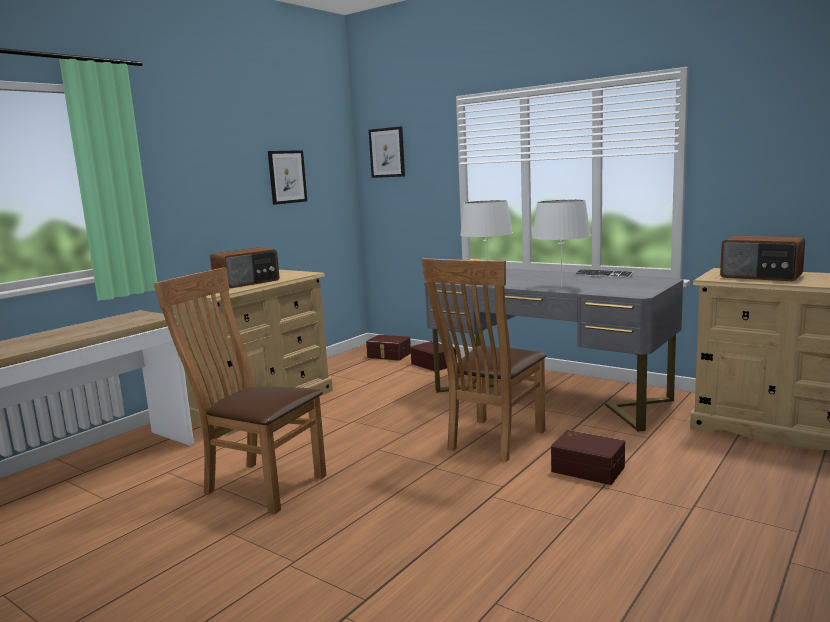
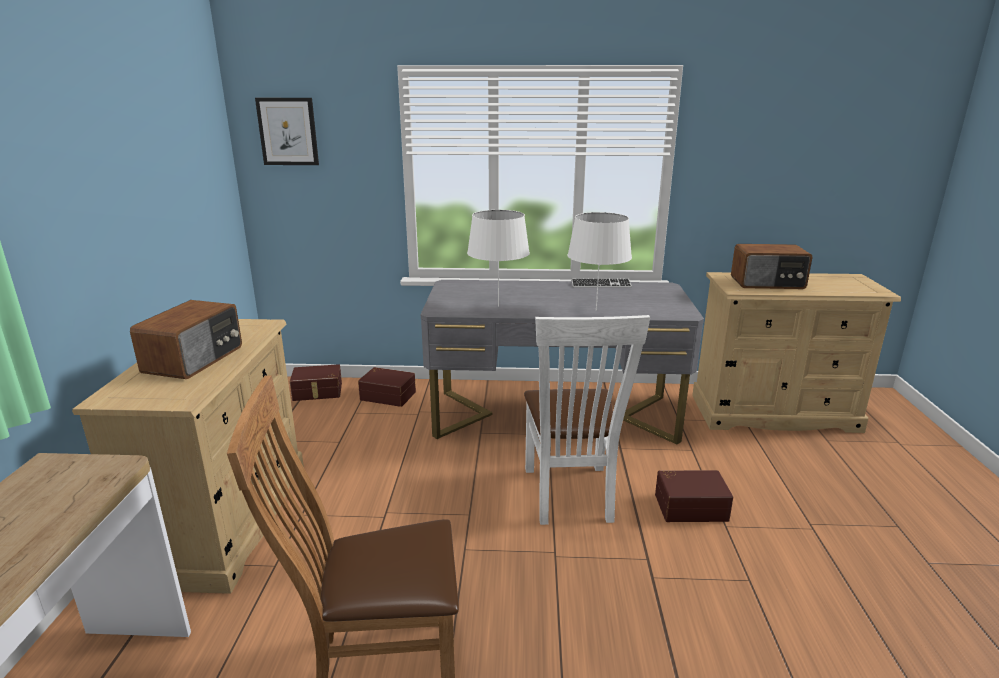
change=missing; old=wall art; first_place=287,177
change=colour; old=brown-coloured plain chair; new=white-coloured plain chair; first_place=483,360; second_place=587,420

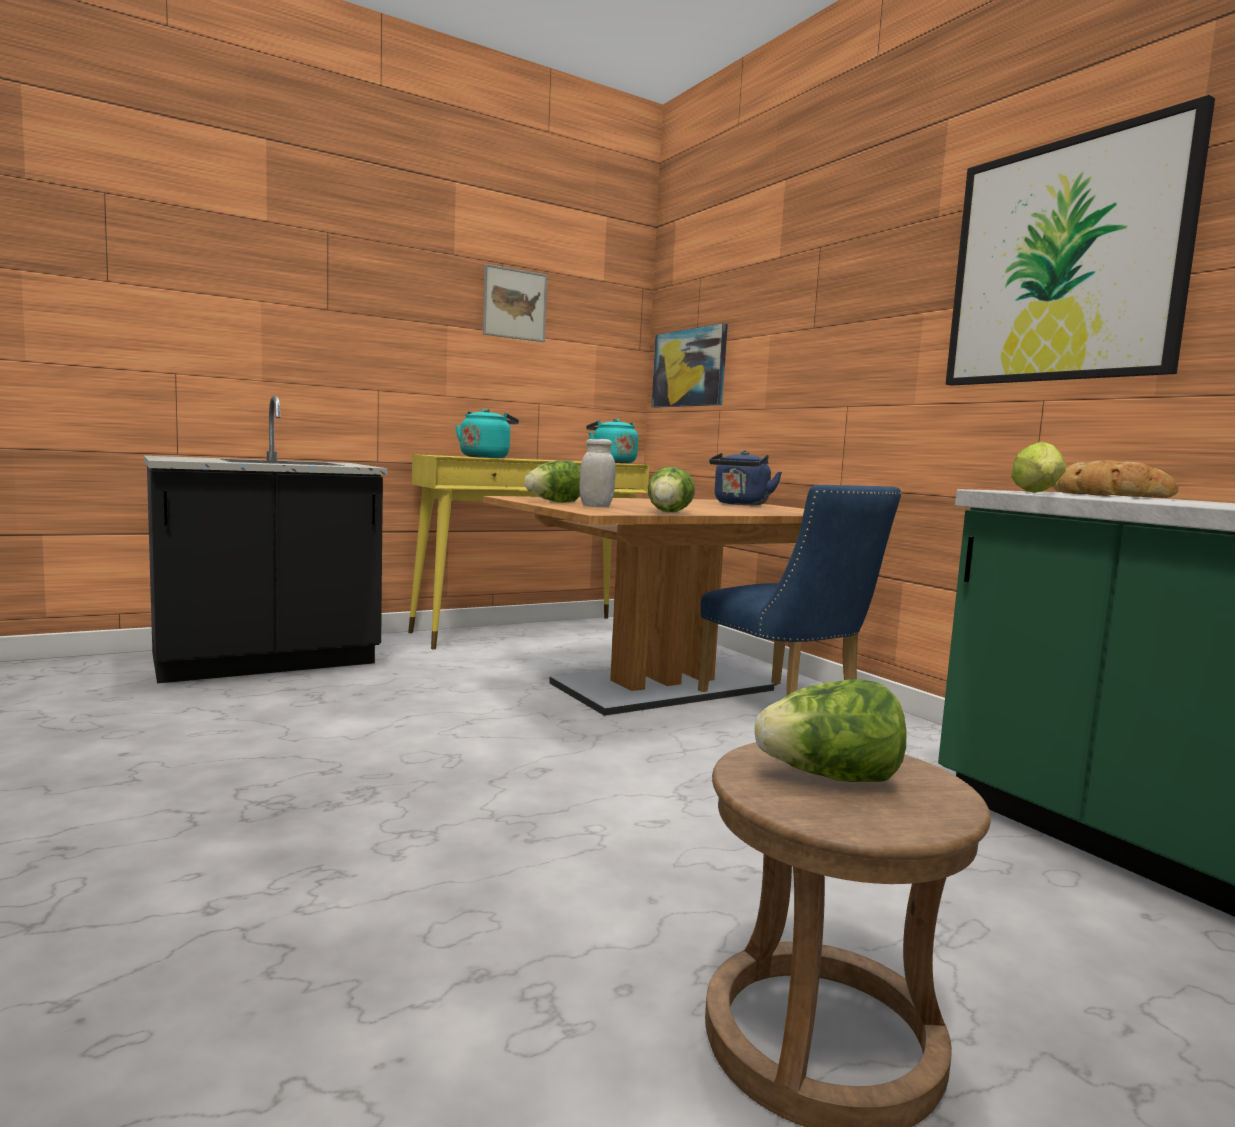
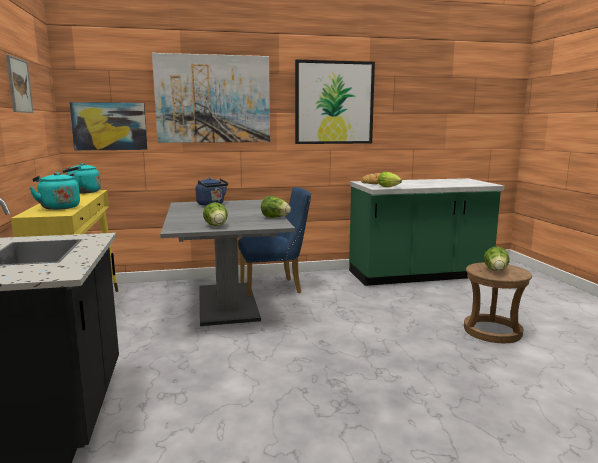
change=missing; old=white-coloured storage jar; first_place=597,473
change=appeared; new=wall art; second_place=211,98
change=colour; old=brown-coloured kitchen table; new=gray kitchen table; first_place=643,606; second_place=227,263

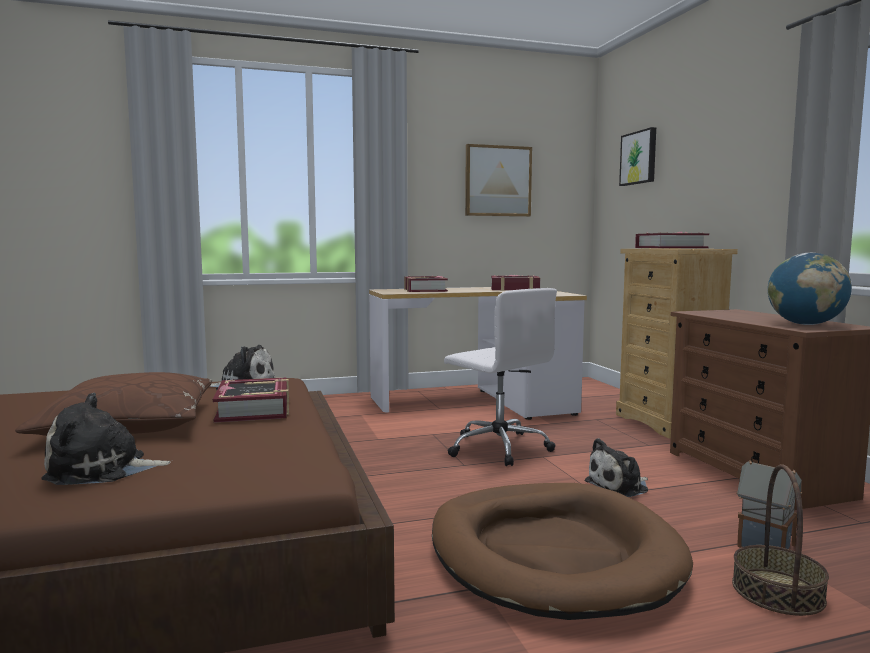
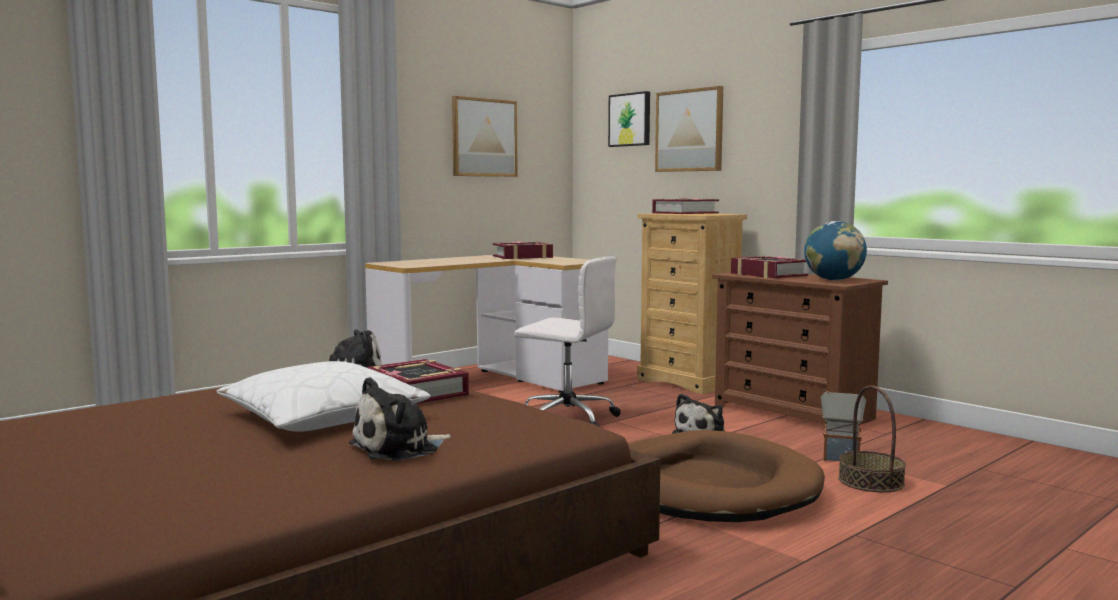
change=appeared; new=wall art; second_place=689,129
change=relocated; old=book; first_place=426,284; second_place=769,267
change=colour; old=brown-coloured cushion; new=white-coloured cushion; first_place=113,404; second_place=324,396

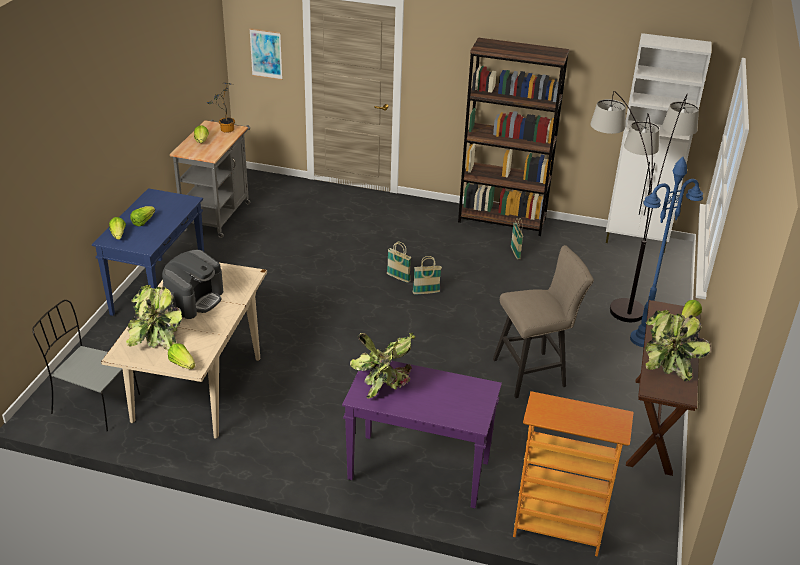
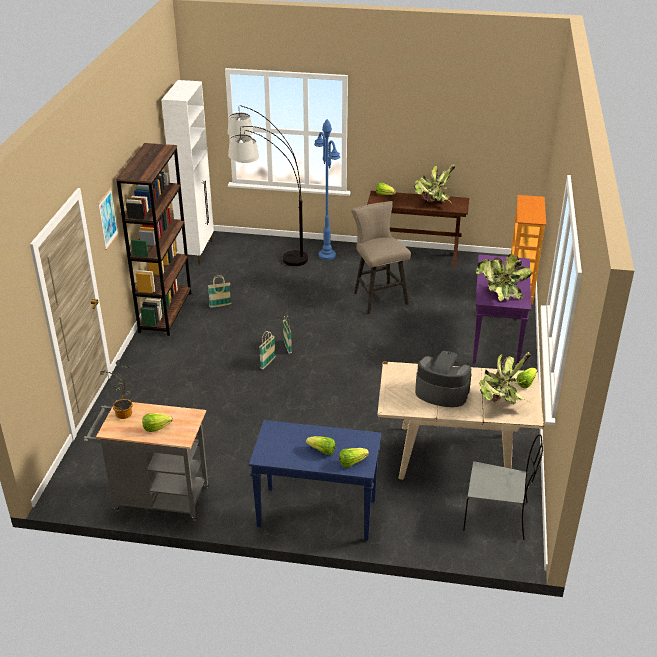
change=relocated; old=wall art; first_place=266,54; second_place=108,219
change=spun; old=gray plain chair; first_place=86,366; second_place=503,487; degrees=-90

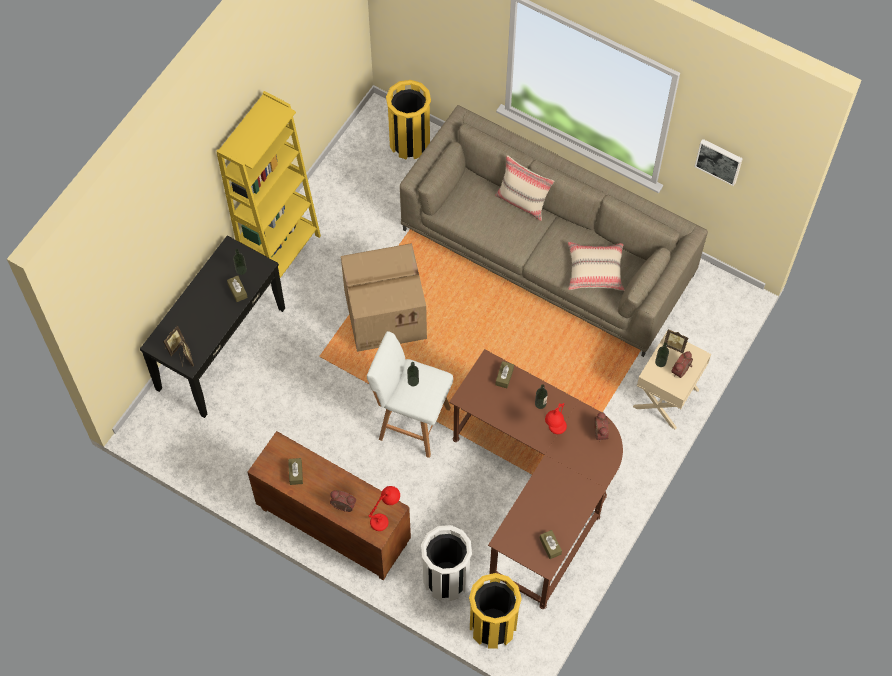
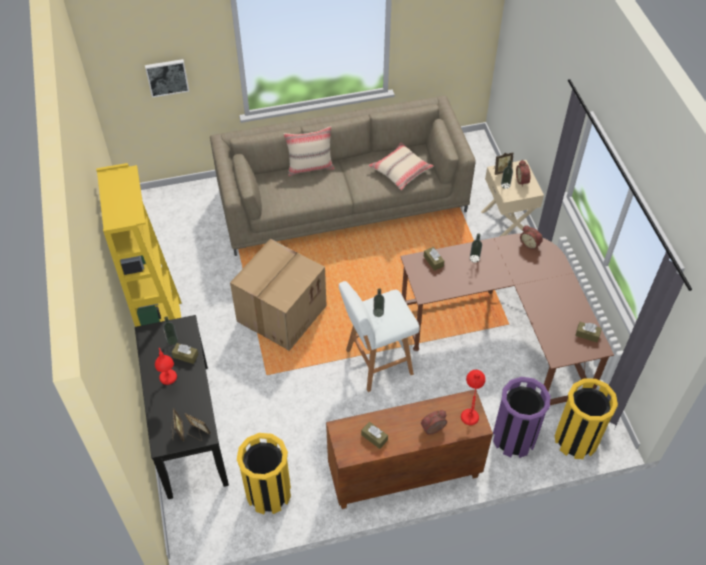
change=relocated; old=yellowish trash can; first_place=408,120; second_place=264,473
change=relocated; old=red table lamp; first_place=556,418; second_place=166,366
change=relocated; old=wall art; first_place=719,162; second_place=167,78
change=colour; old=white-coloured trash can; new=purple trash can; first_place=446,563; second_place=521,417

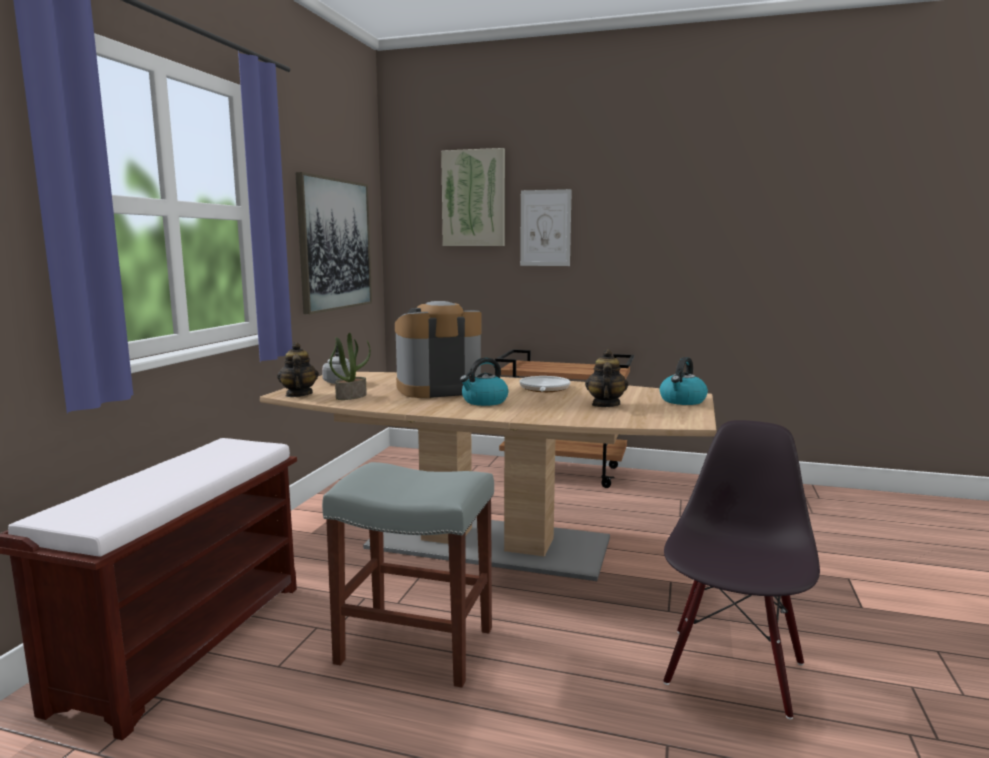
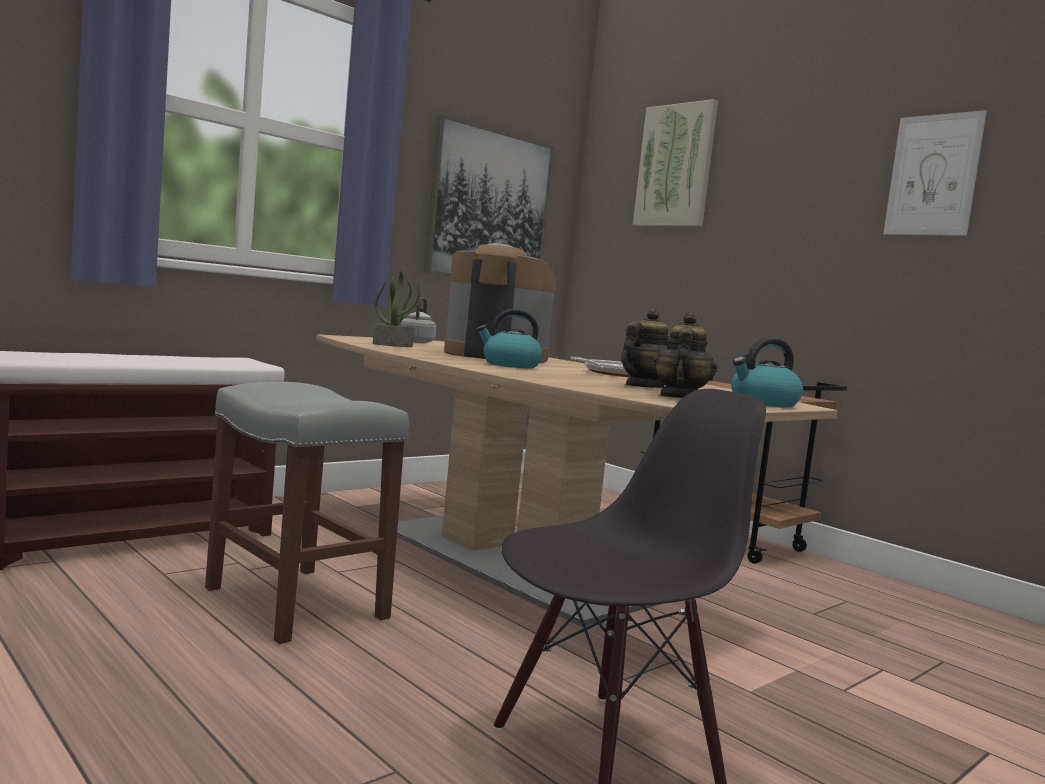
change=relocated; old=tea pot; first_place=298,369; second_place=684,355
change=relocated; old=wall art; first_place=546,227; second_place=935,173

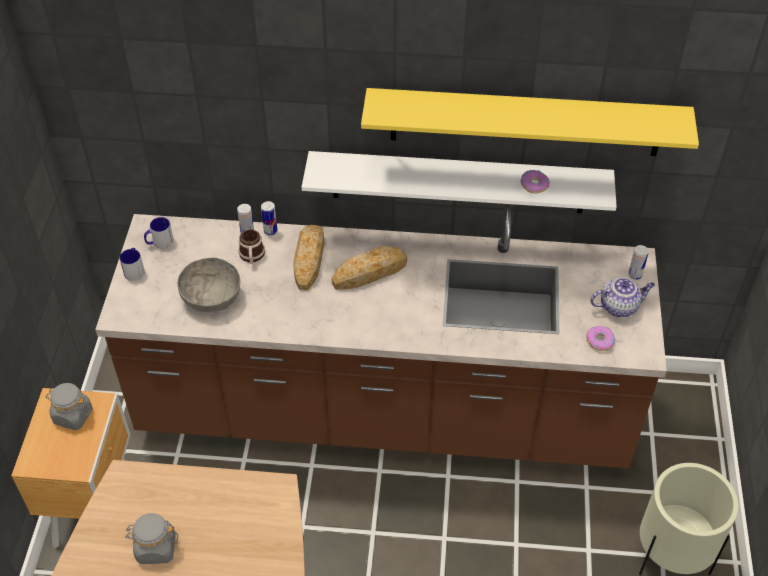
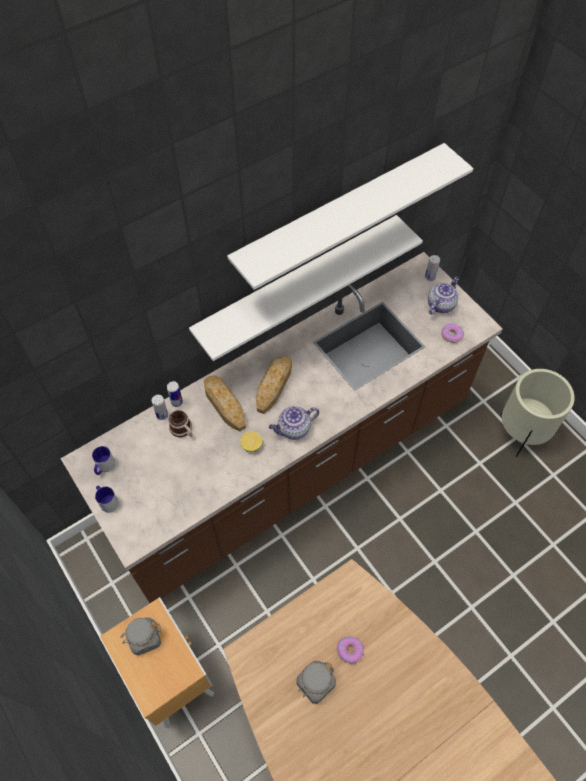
change=missing; old=gray serving bowl; first_place=208,285
change=appeared; new=citrus fruit; second_place=251,441
change=appeared; new=tea pot; second_place=294,423
change=relocated; old=doughnut; first_place=535,181; second_place=350,650
change=colour; old=yellowish bracket shelf; new=white-coloured bracket shelf; first_place=530,122; second_place=350,216

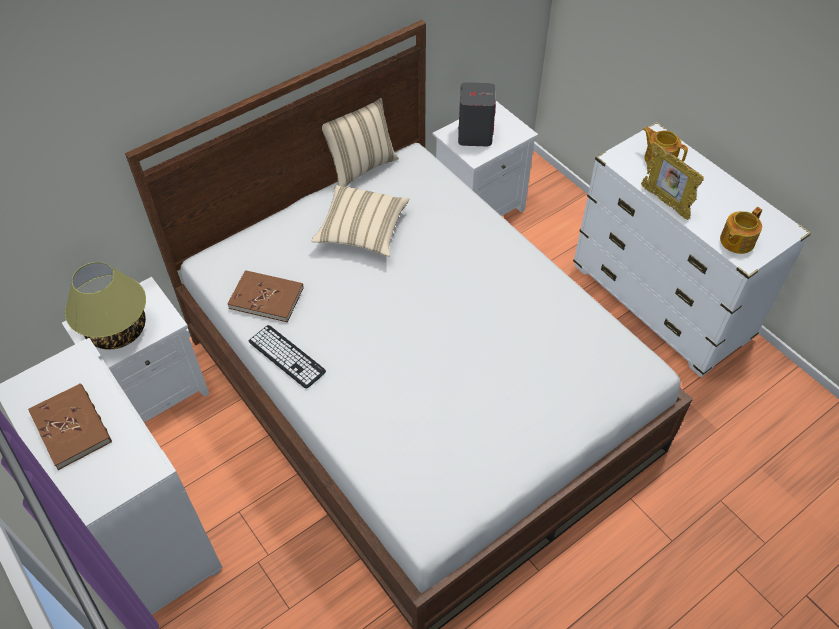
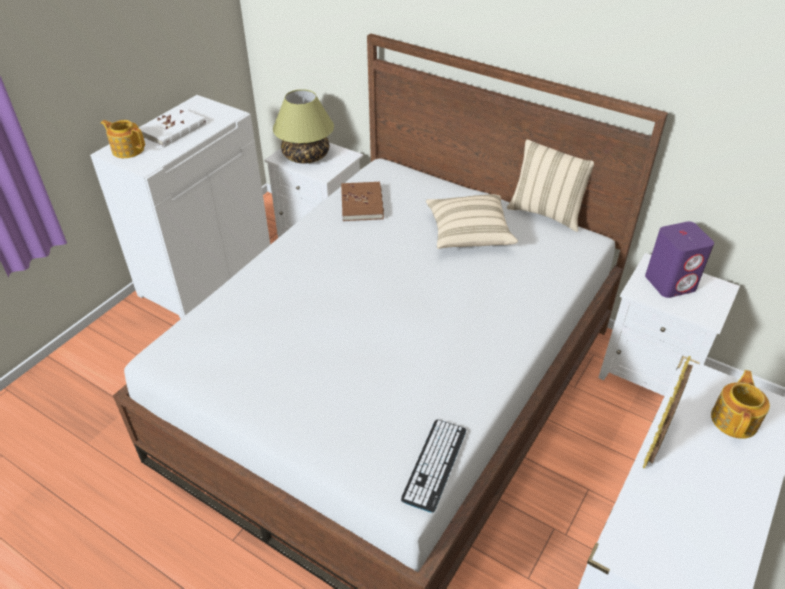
change=relocated; old=keyboard; first_place=287,357; second_place=433,466
change=relocated; old=tea pot; first_place=741,230; second_place=123,139
change=colour; old=brown-coloured book; new=white-coloured book; first_place=70,426; second_place=172,127
change=colour; old=gray loudspeaker; new=purple loudspeaker; first_place=477,114; second_place=679,259

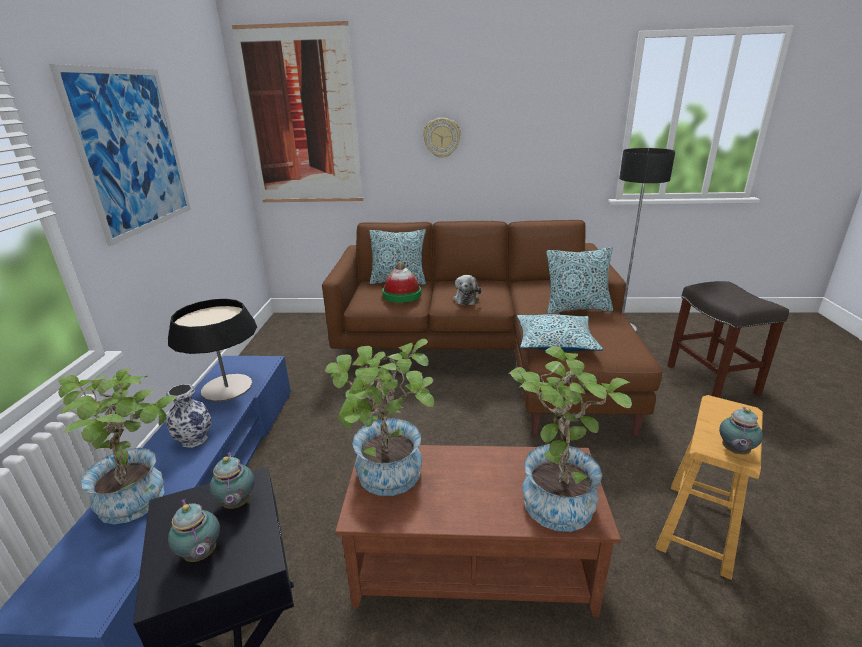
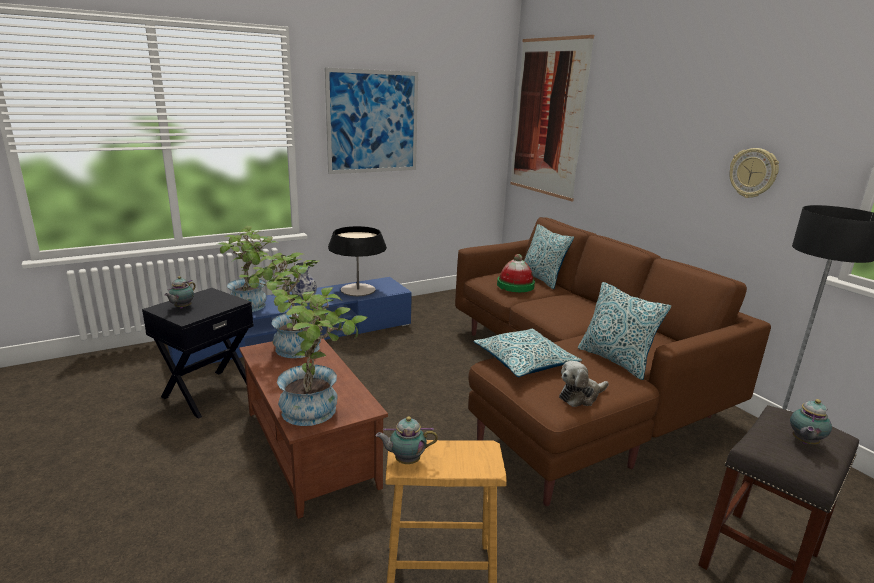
change=relocated; old=tea pot; first_place=232,480; second_place=811,421
change=relocated; old=wall clock; first_place=442,138; second_place=754,173
change=relocated; old=cuddly toy; first_place=467,290; second_place=584,384

